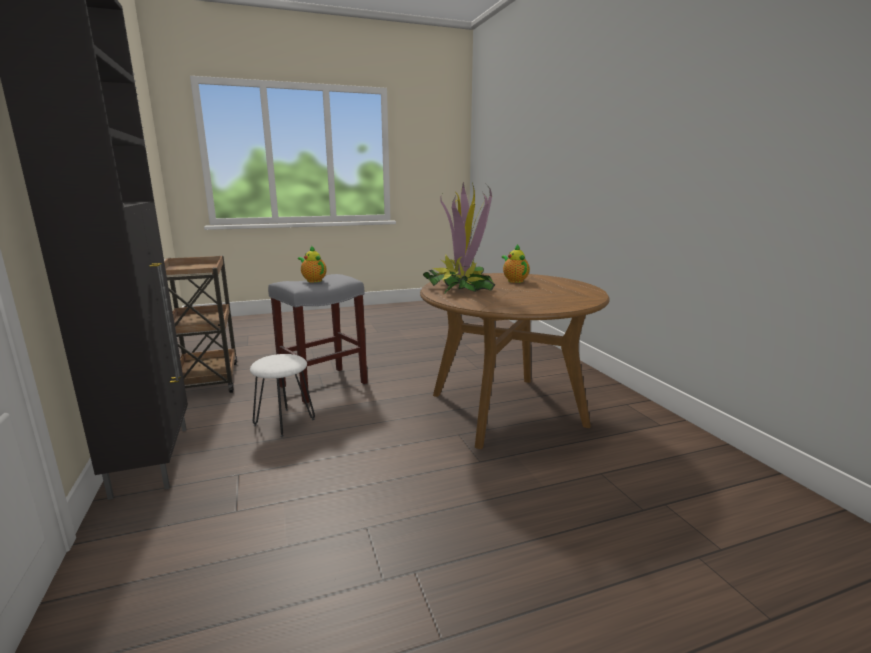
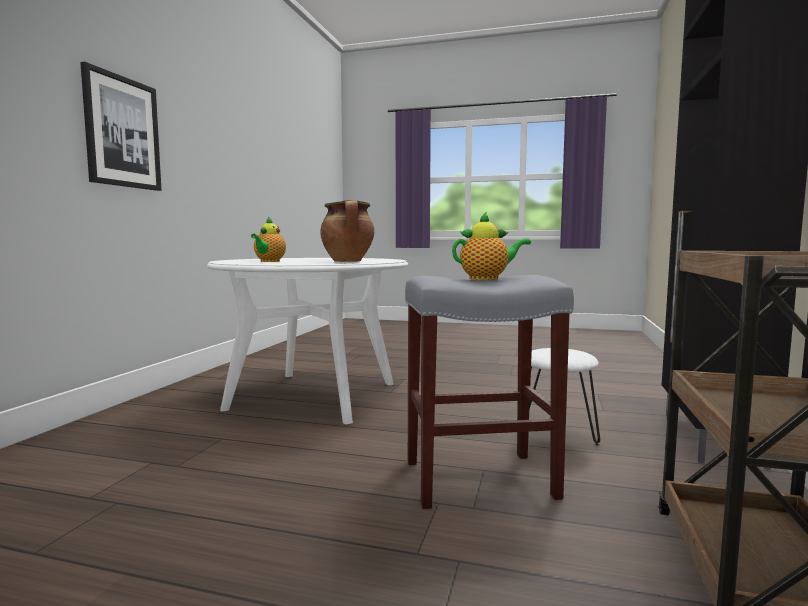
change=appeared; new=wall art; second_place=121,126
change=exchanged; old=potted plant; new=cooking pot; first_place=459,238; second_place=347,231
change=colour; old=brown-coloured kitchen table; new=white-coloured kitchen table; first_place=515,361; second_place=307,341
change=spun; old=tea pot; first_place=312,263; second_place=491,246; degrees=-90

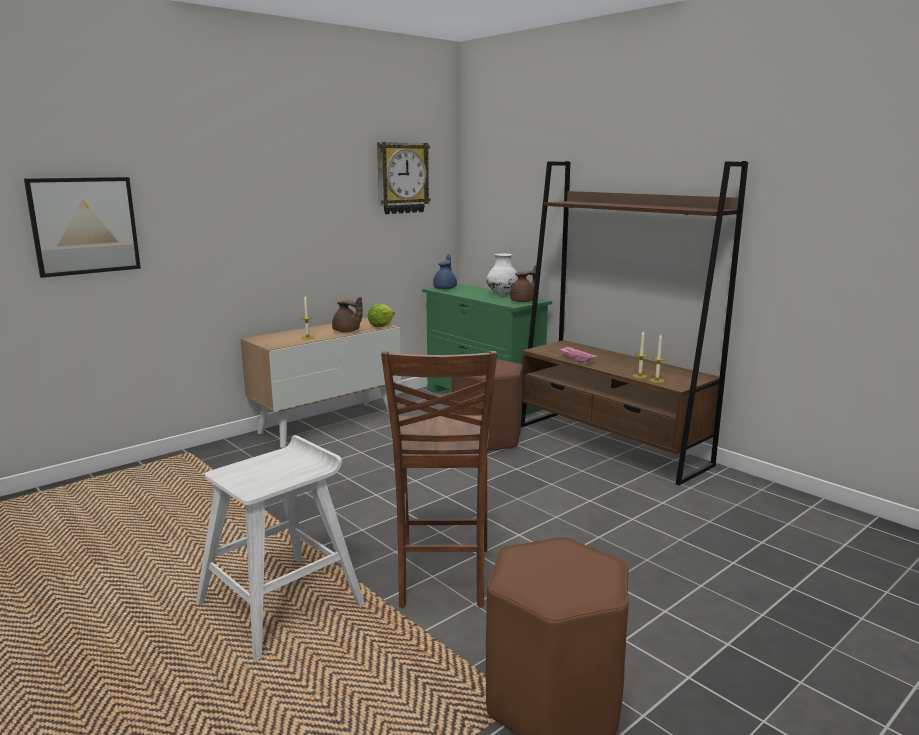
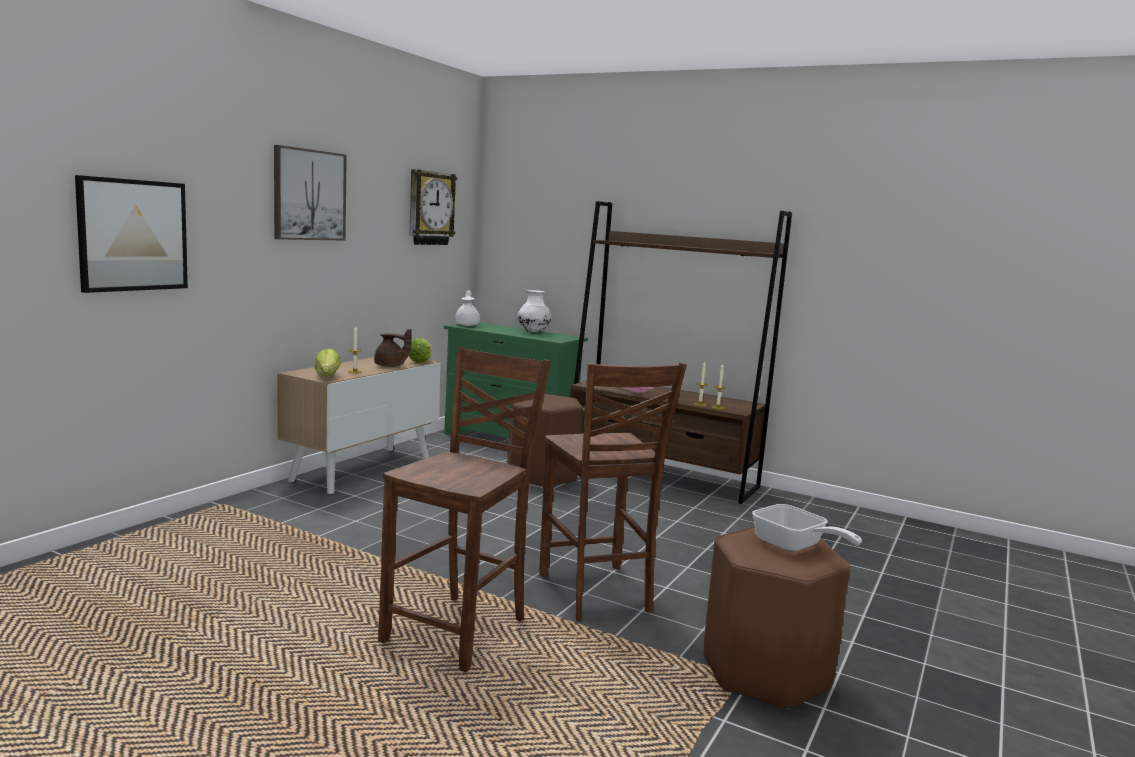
change=missing; old=brown-coloured tea pot; first_place=523,283
change=appeared; new=wall art; second_place=310,193
change=appeared; new=head of lettuce; second_place=328,362
change=appeared; new=pan; second_place=807,528
change=exchanged; old=white-coloured stool; new=brown-coloured plain chair; first_place=280,548; second_place=464,509
change=colour; old=blue-coloured tea pot; new=white-coloured tea pot; first_place=445,271; second_place=467,308

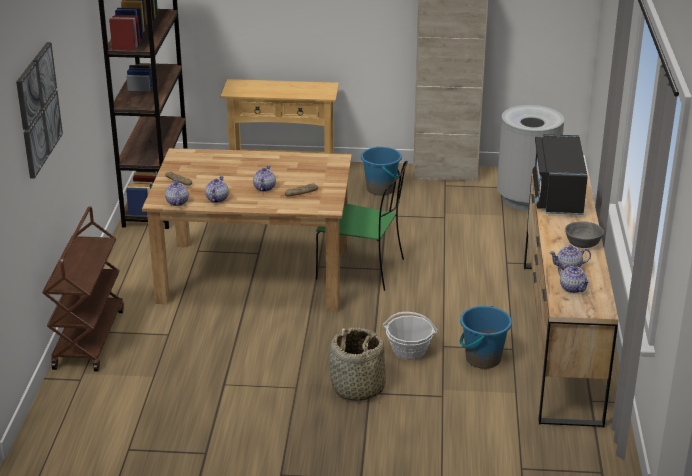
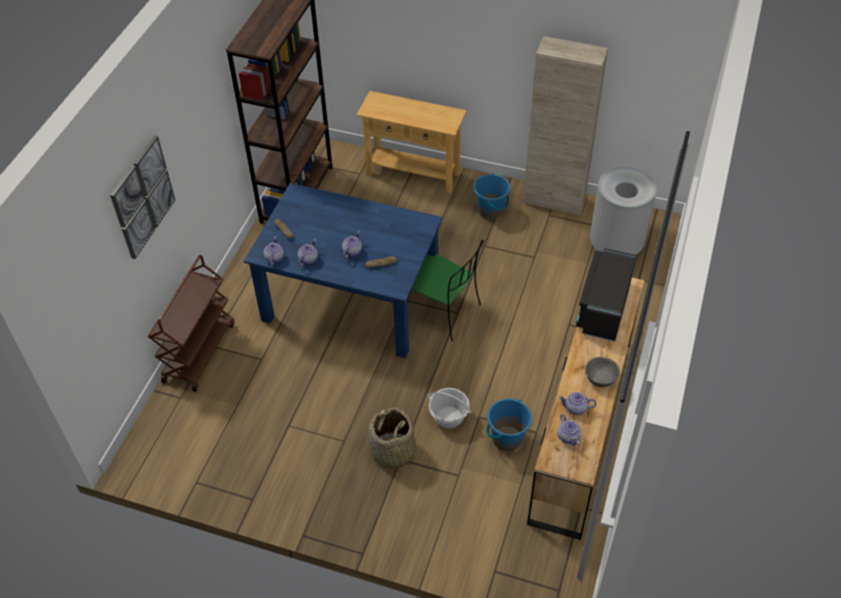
change=colour; old=brown-coloured kitchen table; new=blue-coloured kitchen table; first_place=247,229; second_place=343,270

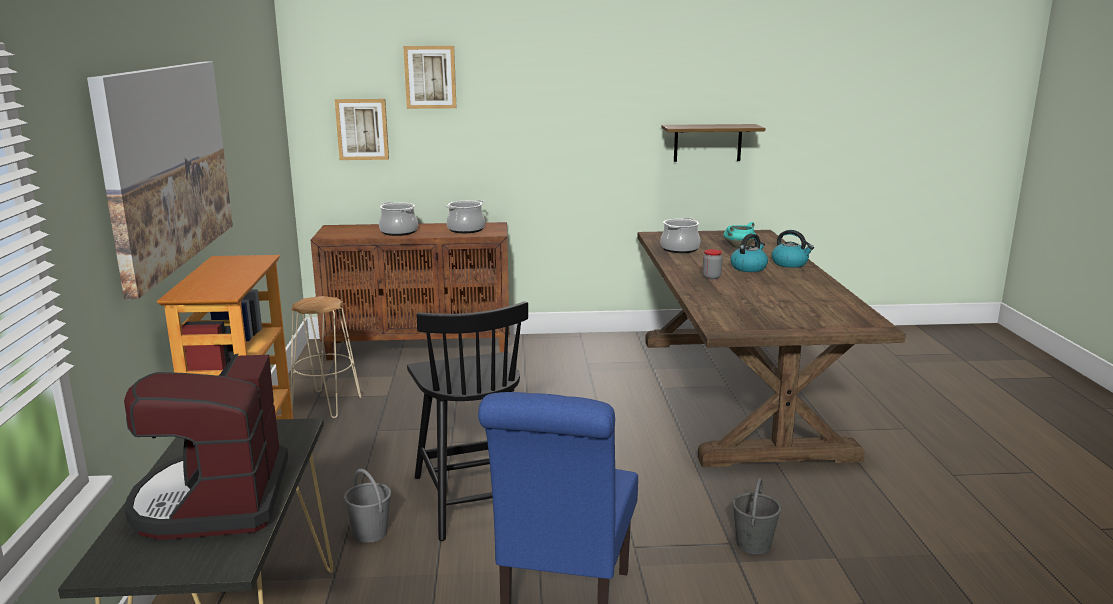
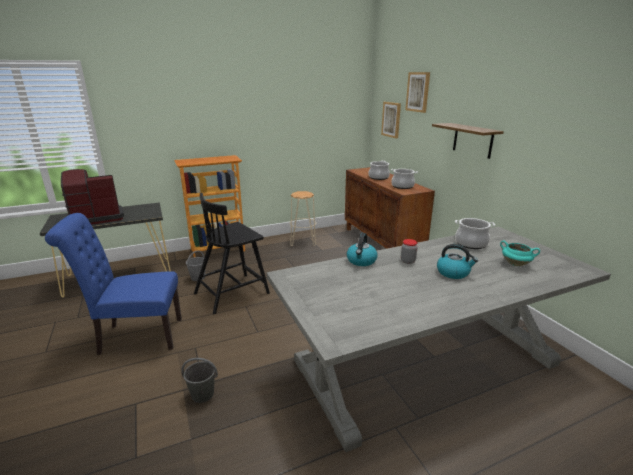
change=missing; old=wall art; first_place=160,180
change=relocated; old=bracket shelf; first_place=713,143; second_place=468,141
change=relocated; old=kettle; first_place=793,249; second_place=362,249
change=colour; old=brown-coloured kitchen table; new=gray kitchen table; first_place=771,348; second_place=438,339

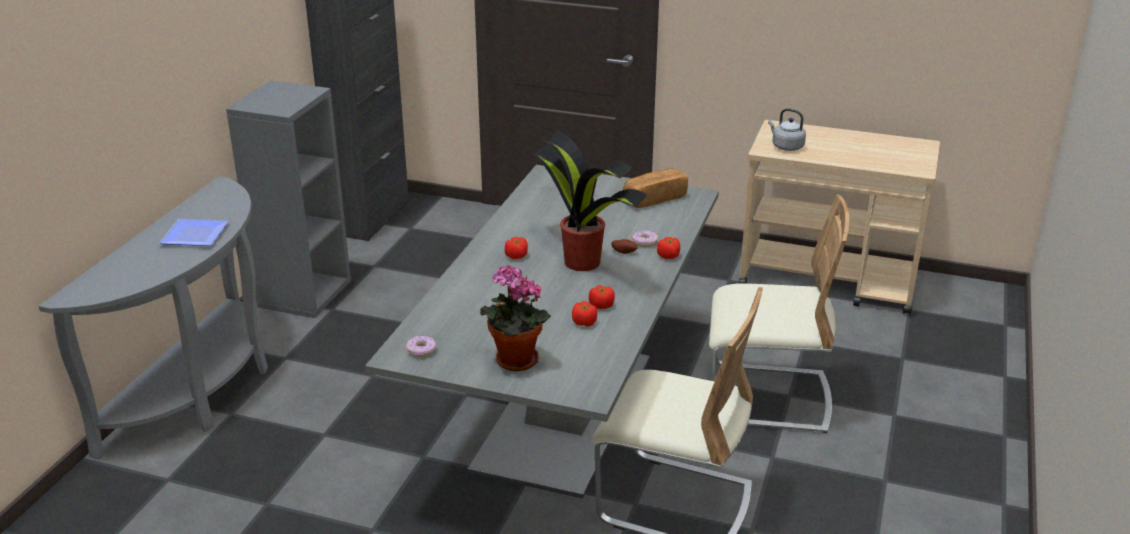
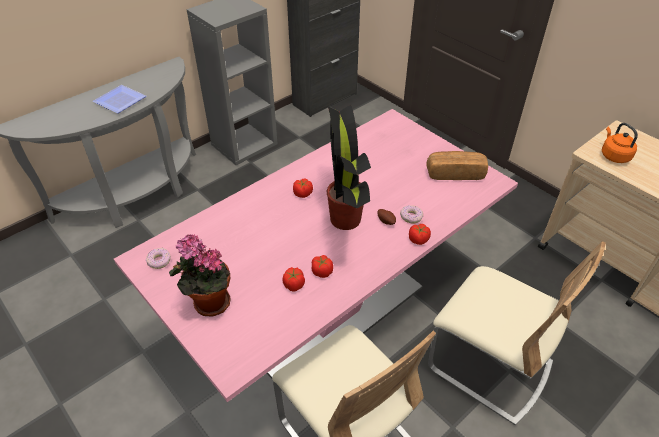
change=colour; old=gray kitchen table; new=pinkish kitchen table; first_place=542,331; second_place=316,255
change=colour; old=gray kettle; new=orange-coloured kettle; first_place=787,129; second_place=620,143

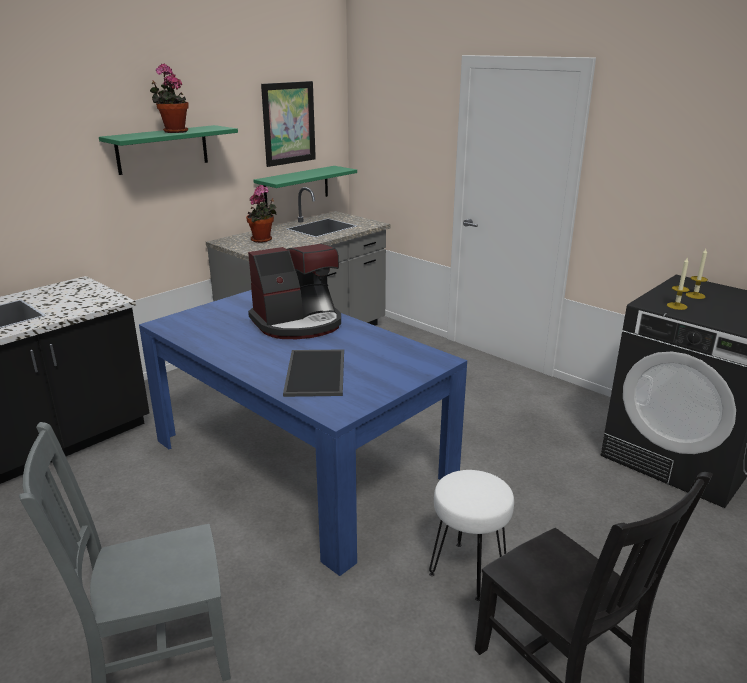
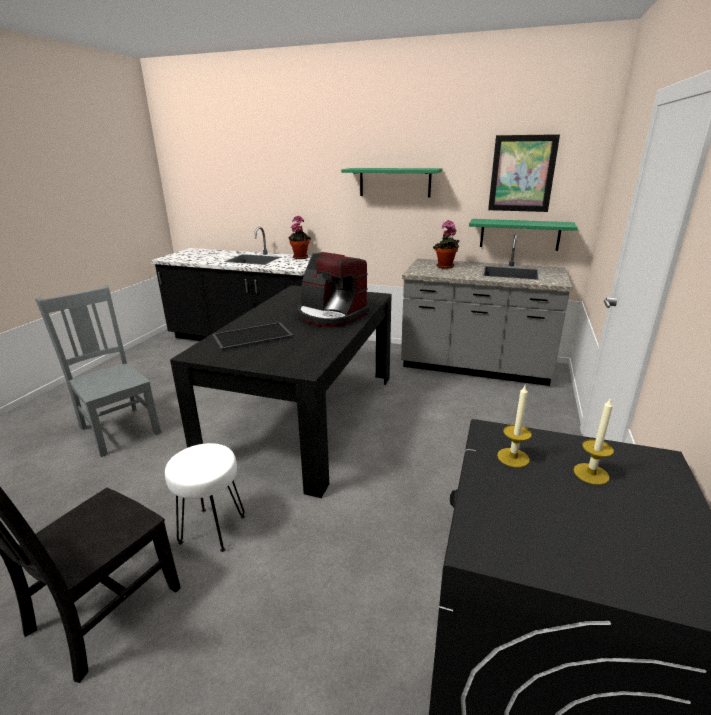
change=relocated; old=potted plant; first_place=169,98; second_place=299,237
change=colour; old=blue-coloured kitchen table; new=blackish kitchen table; first_place=303,433; second_place=281,391

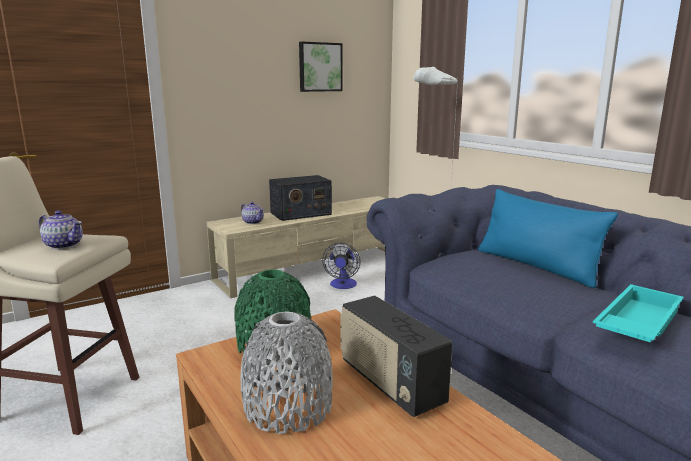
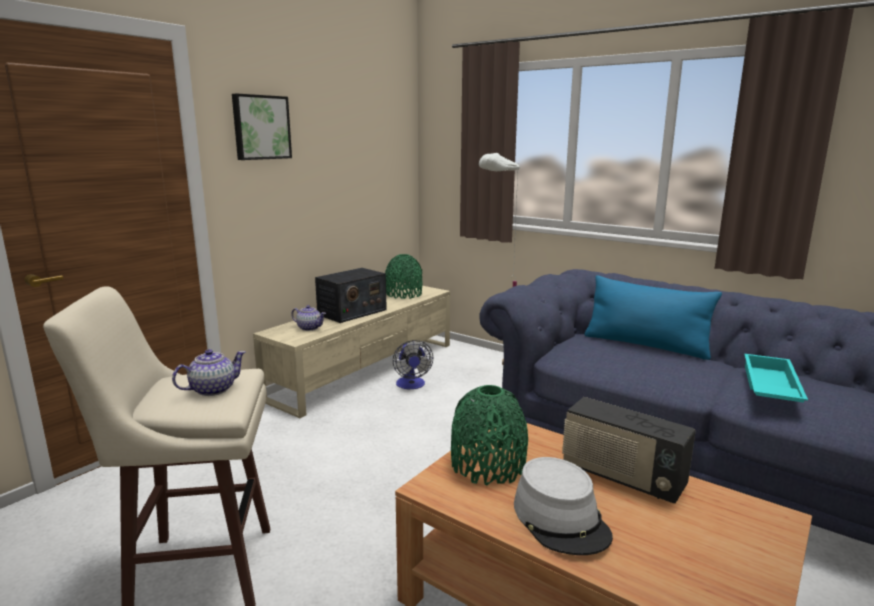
change=appeared; new=green-coloured flower vase; second_place=404,276
change=relocated; old=wall art; first_place=321,67; second_place=262,126
change=exchanged; old=gray flower vase; new=gray hat; first_place=286,372; second_place=563,506
change=spun; old=tea pot; first_place=61,229; second_place=209,372; degrees=-45

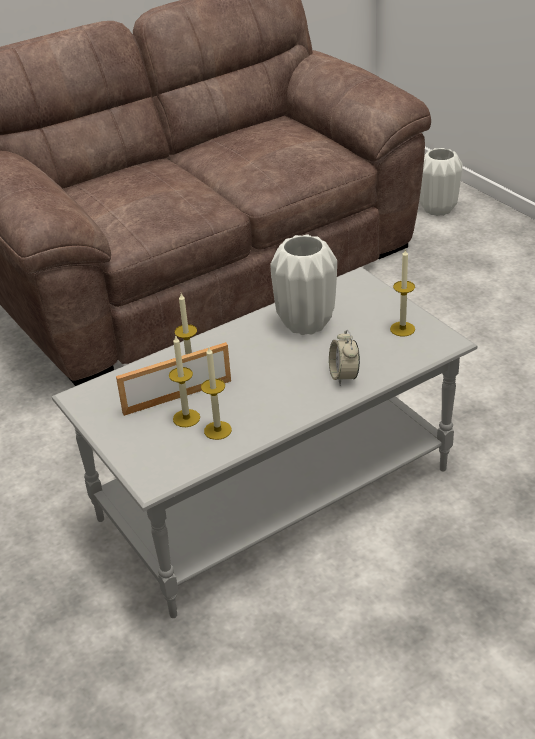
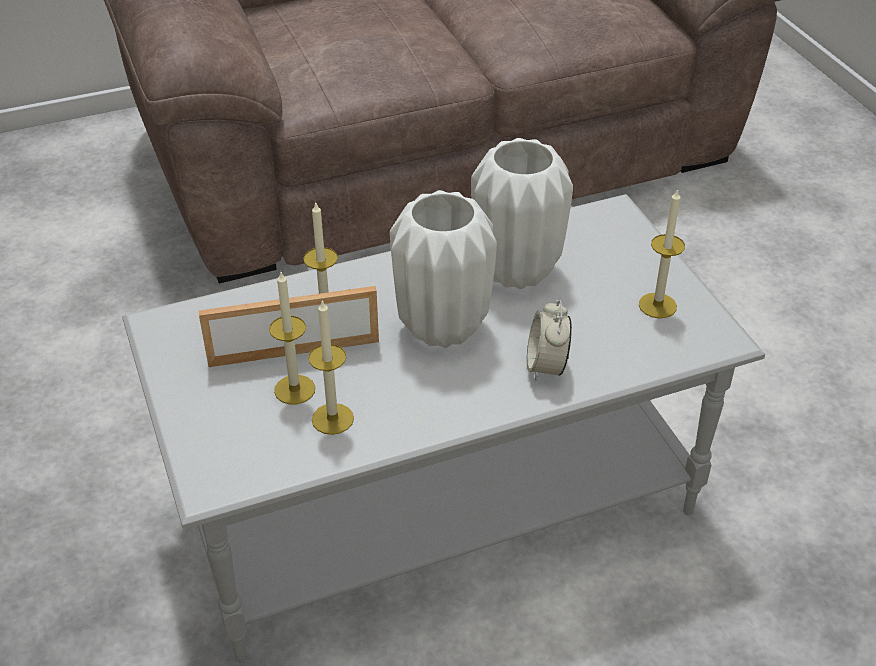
change=relocated; old=white-coloured flower vase; first_place=440,182; second_place=443,269

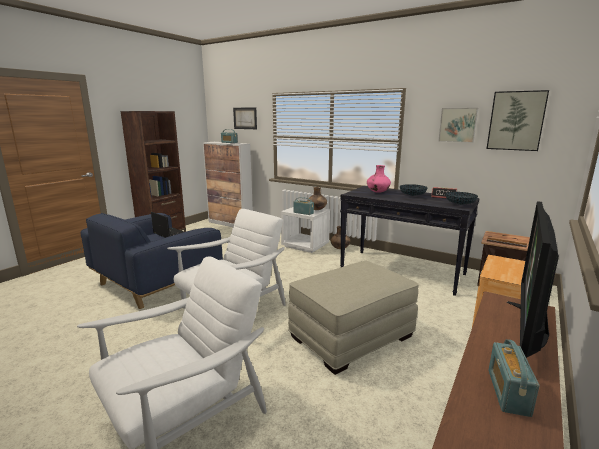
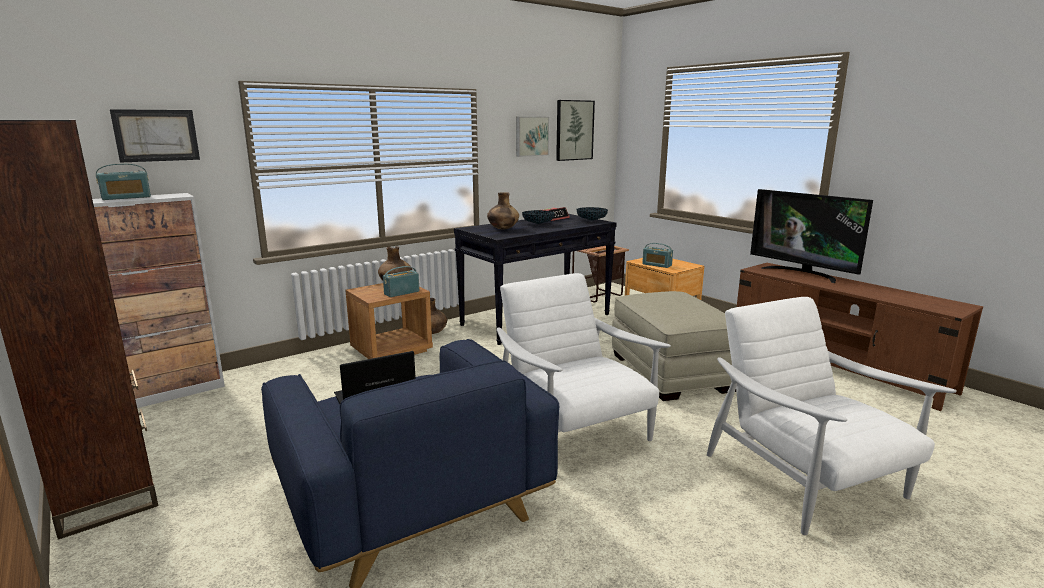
change=relocated; old=radio receiver; first_place=514,378; second_place=657,255
change=colour; old=white-coloured night table; new=brown-coloured night table; first_place=305,230; second_place=389,321
change=colour; old=pinkish flower vase; new=brown-coloured flower vase; first_place=379,179; second_place=503,211

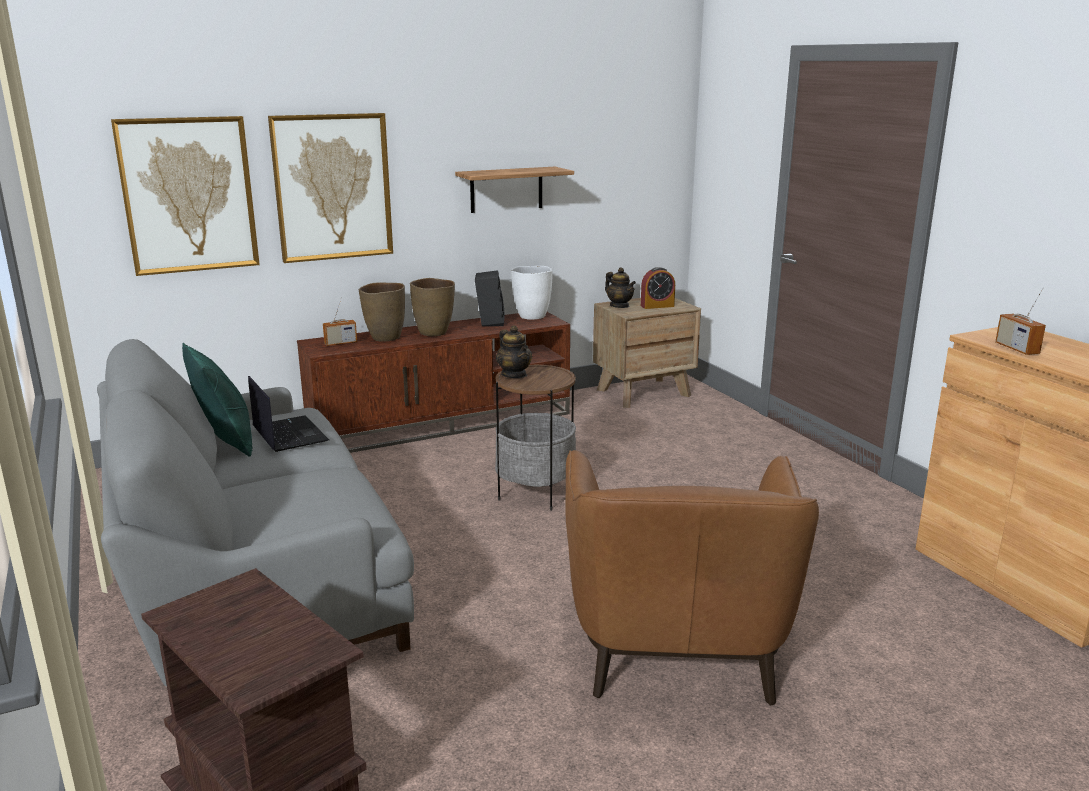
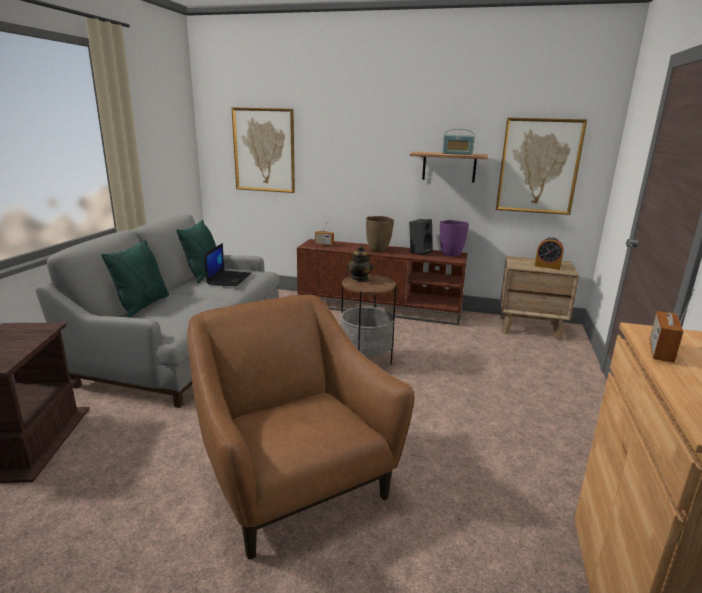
change=missing; old=brown-coloured flower vase; first_place=382,312
change=missing; old=tea pot; first_place=620,287
change=appeared; new=green-coloured cushion; second_place=135,279
change=appeared; new=radio receiver; second_place=459,142
change=relocated; old=wall art; first_place=330,188; second_place=541,166
change=colour; old=white-coloured flower vase; new=purple flower vase; first_place=532,293; second_place=454,238
change=spun; old=brown-coloured lounge chair; first_place=692,577; second_place=300,427; degrees=105

